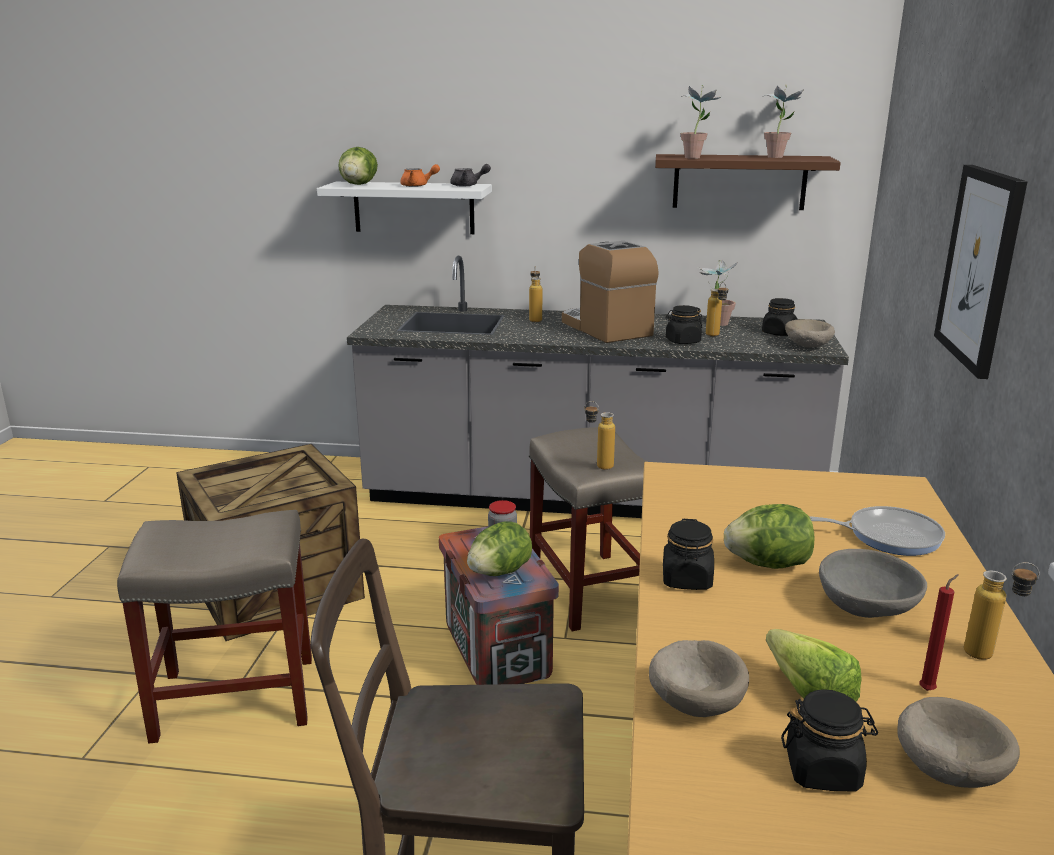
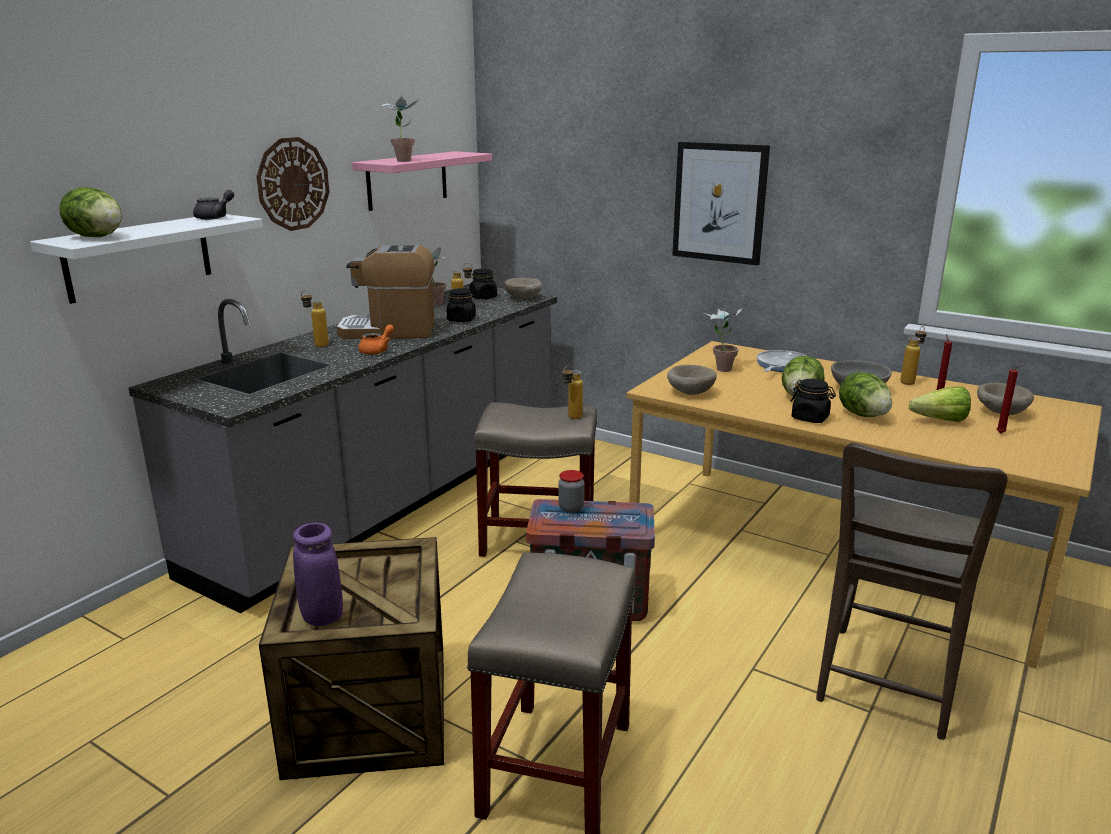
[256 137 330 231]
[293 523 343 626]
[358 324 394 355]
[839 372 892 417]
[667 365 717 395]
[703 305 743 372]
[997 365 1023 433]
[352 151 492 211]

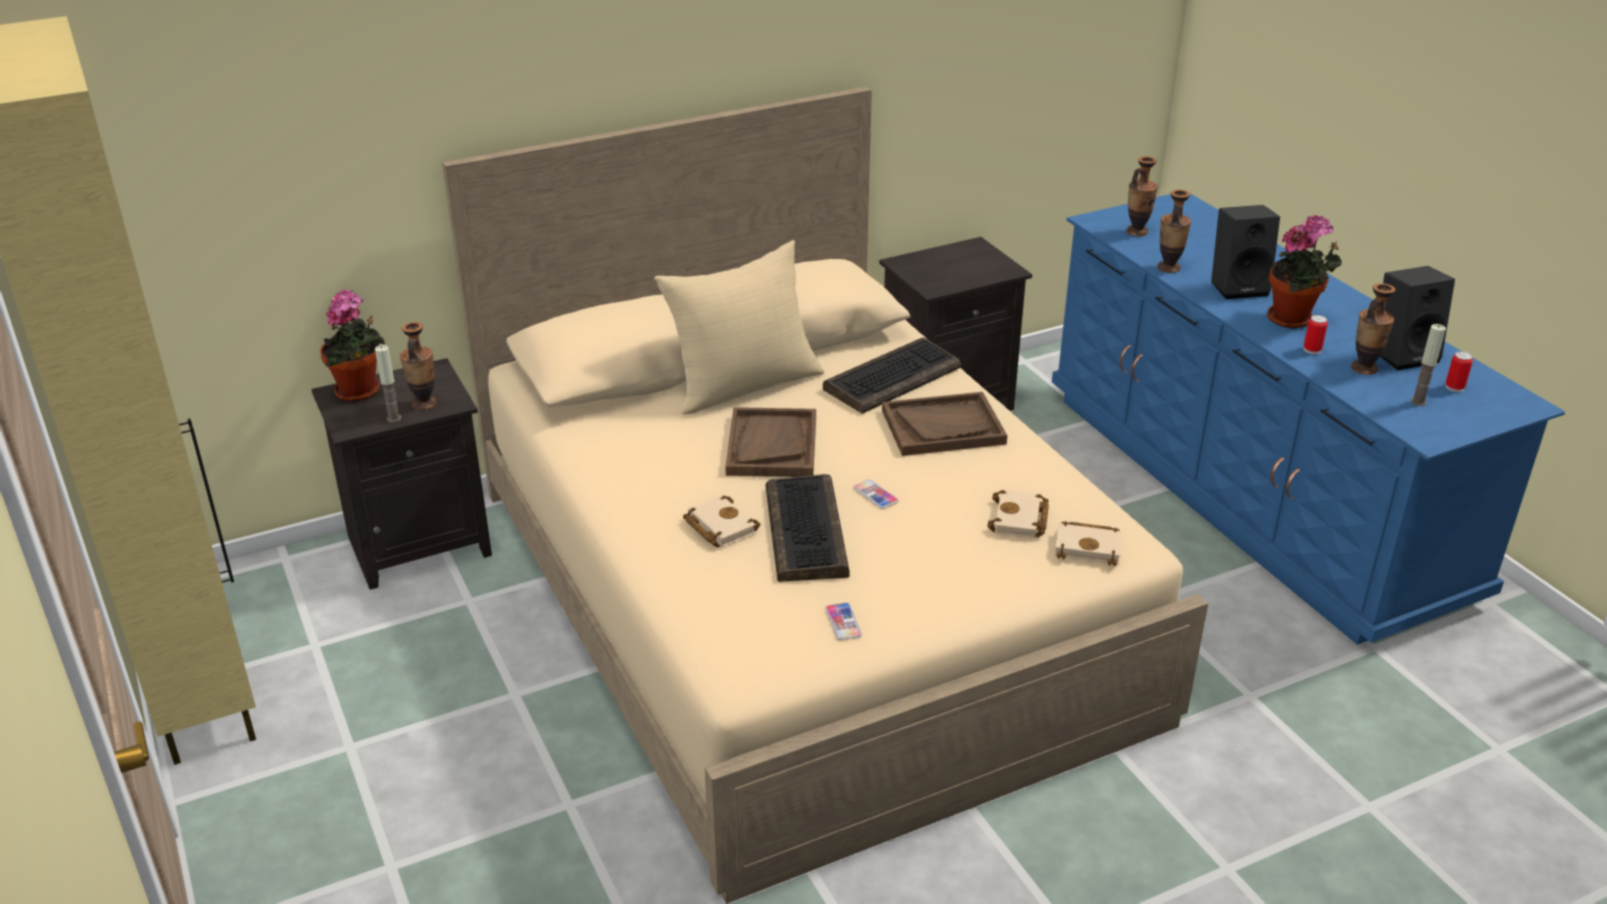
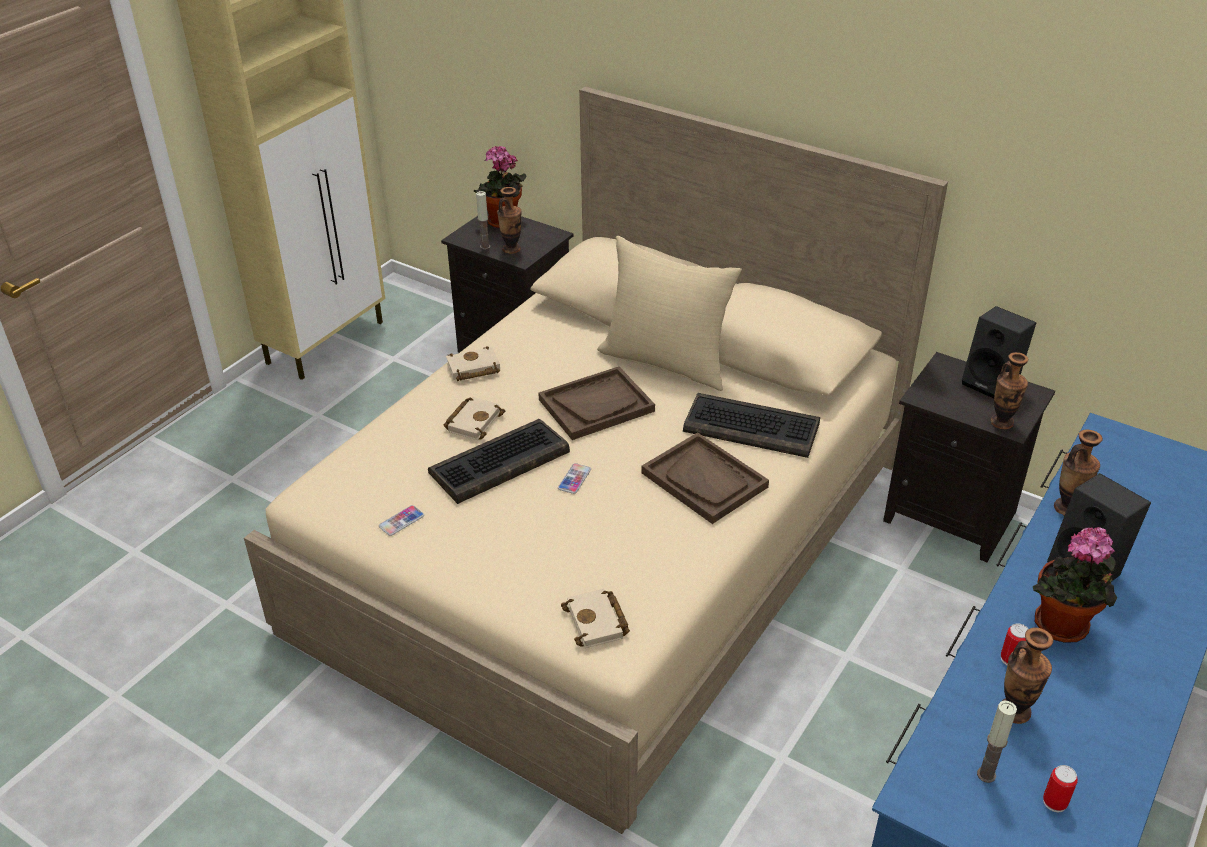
[446 346 500 381]
[990 352 1029 429]
[962 306 1036 398]

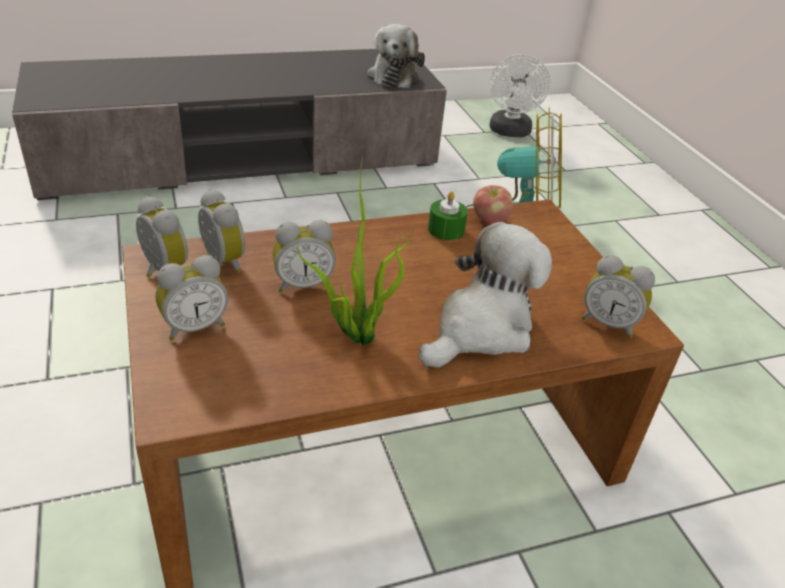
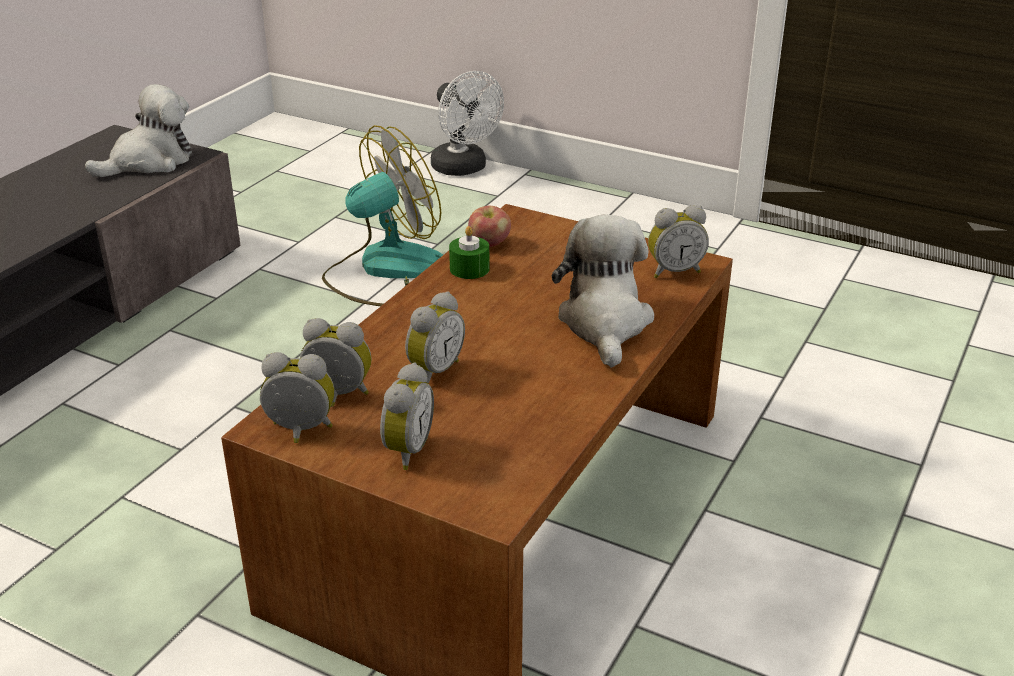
[297 156 414 345] (first image)
[431 71 504 176]
[85 84 192 177]

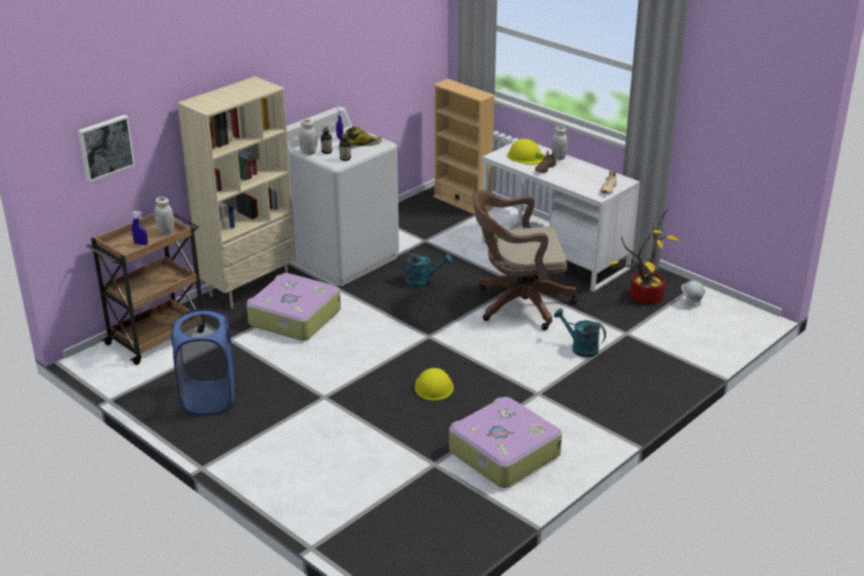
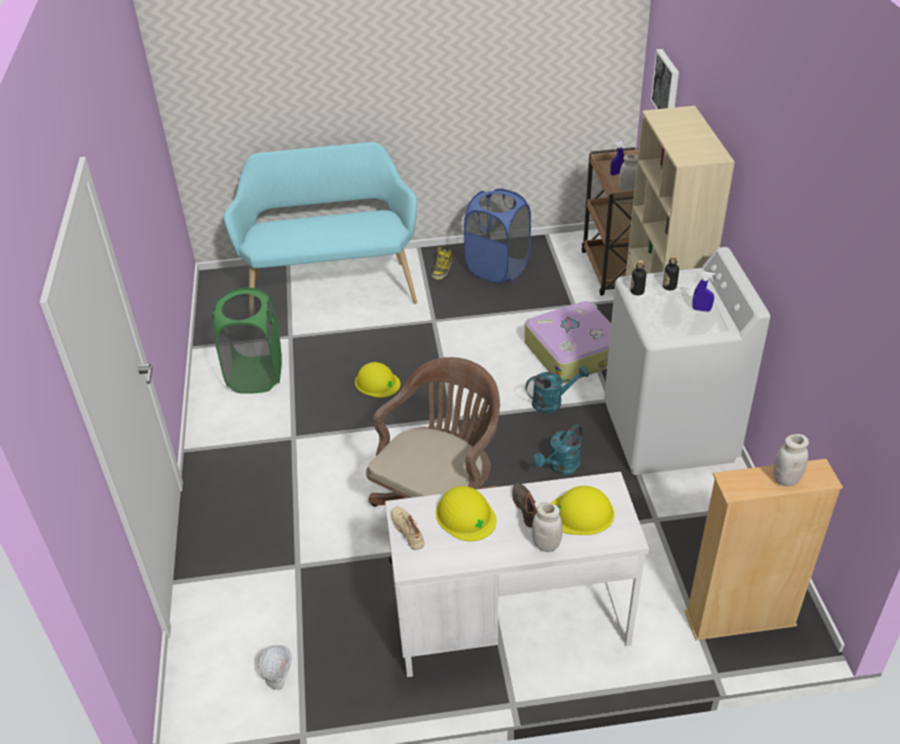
[608 210 681 304] (first image)
[224 142 417 304]
[435 486 497 541]
[773 434 809 486]
[432 246 452 280]
[526 366 589 413]
[212 288 282 394]

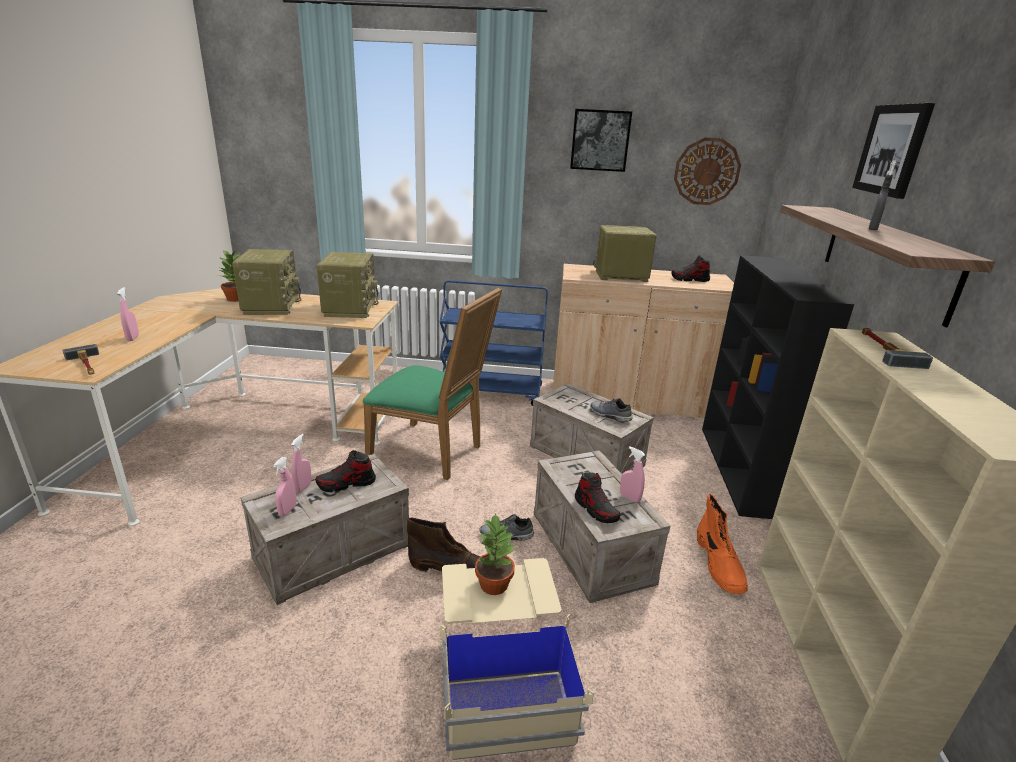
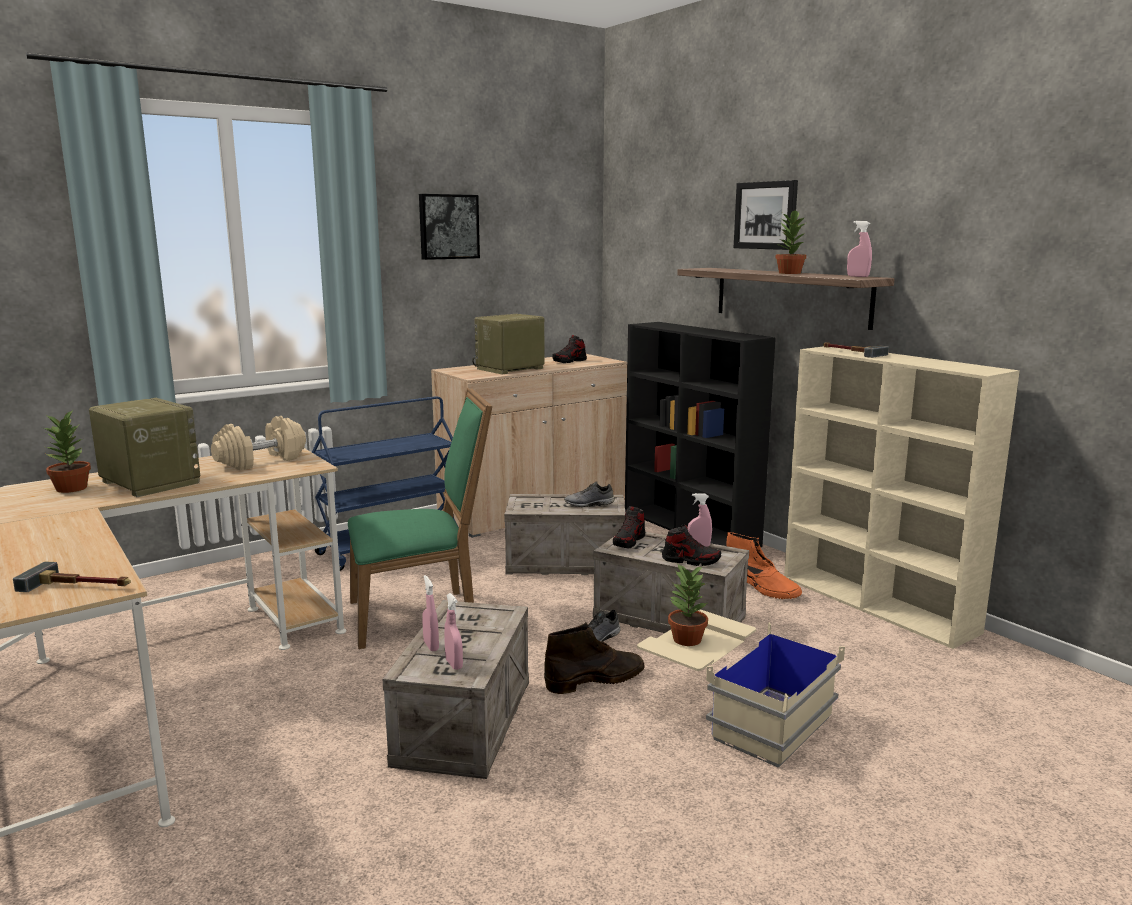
[674 138 741 205] (first image)
[847 221 872 277]
[613 506 645 548]
[211 416 306 470]
[775 210 807 274]

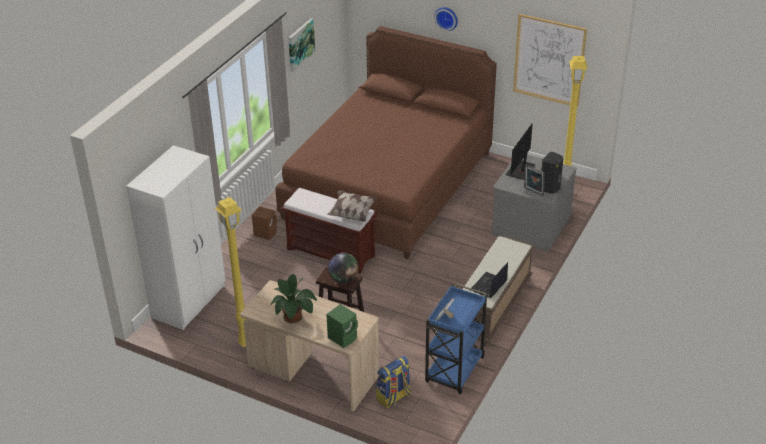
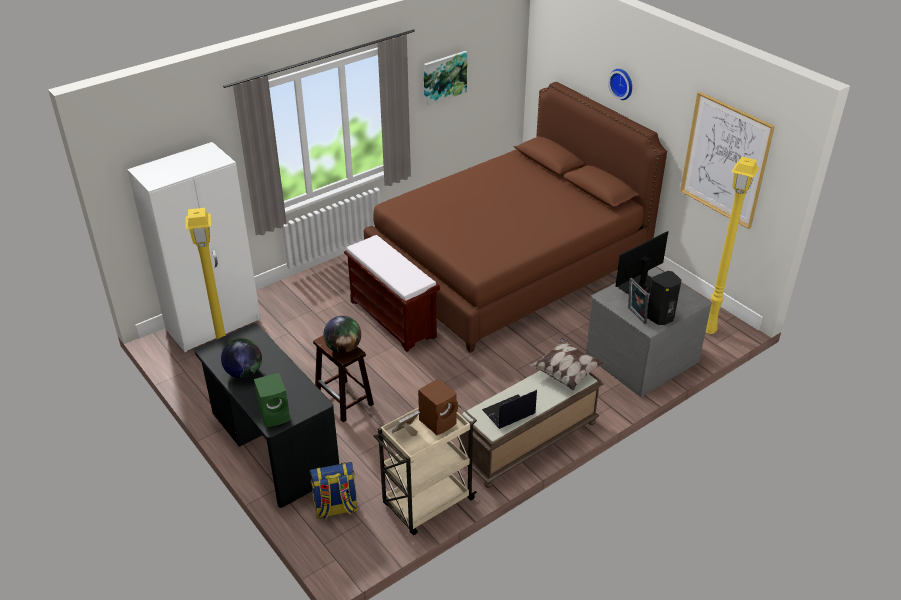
[418 379 458 435]
[529 338 605 391]
[221 338 262 378]
[194 323 339 508]
[373 403 477 535]

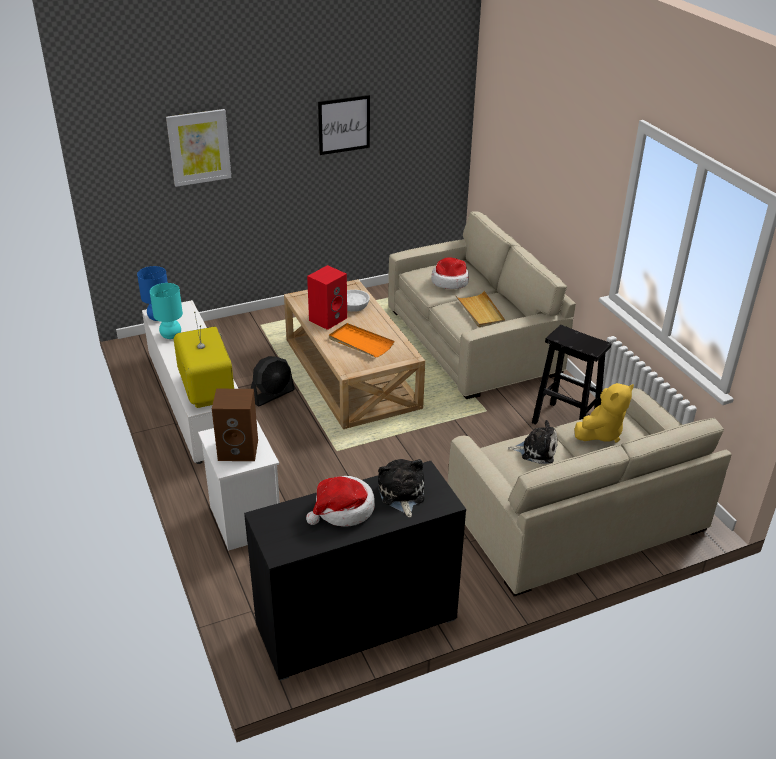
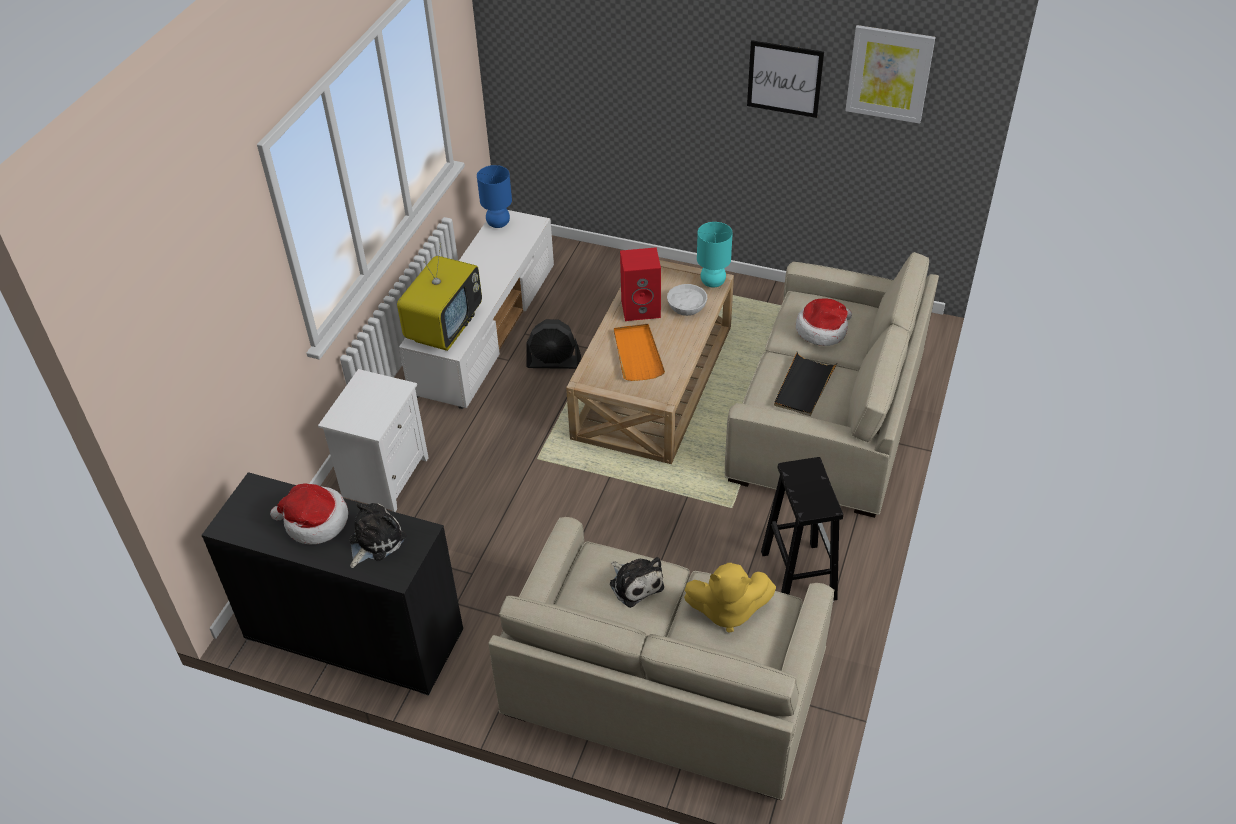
[212 389 258 461] (first image)
[697 222 733 288]
[845 25 935 124]
[774 352 837 416]

